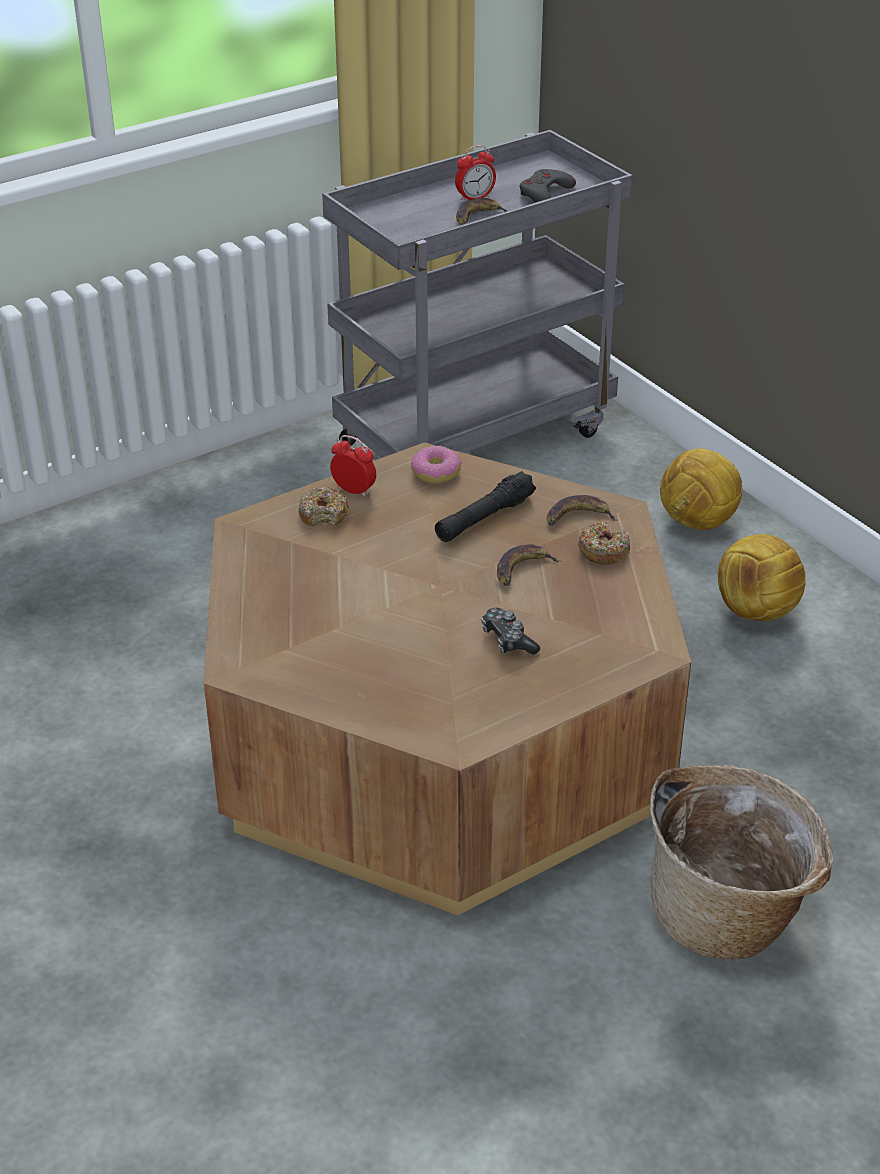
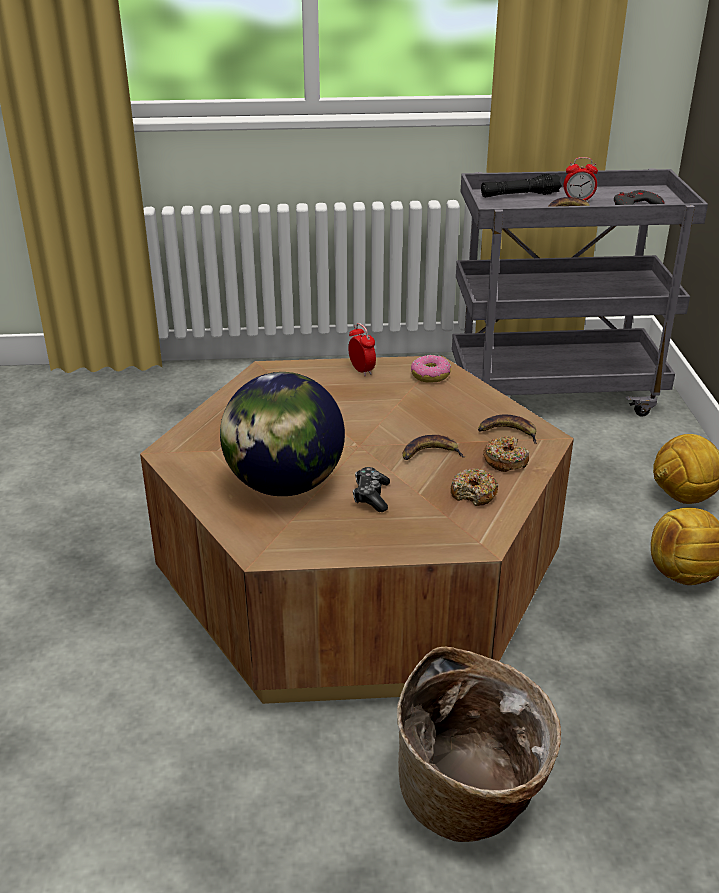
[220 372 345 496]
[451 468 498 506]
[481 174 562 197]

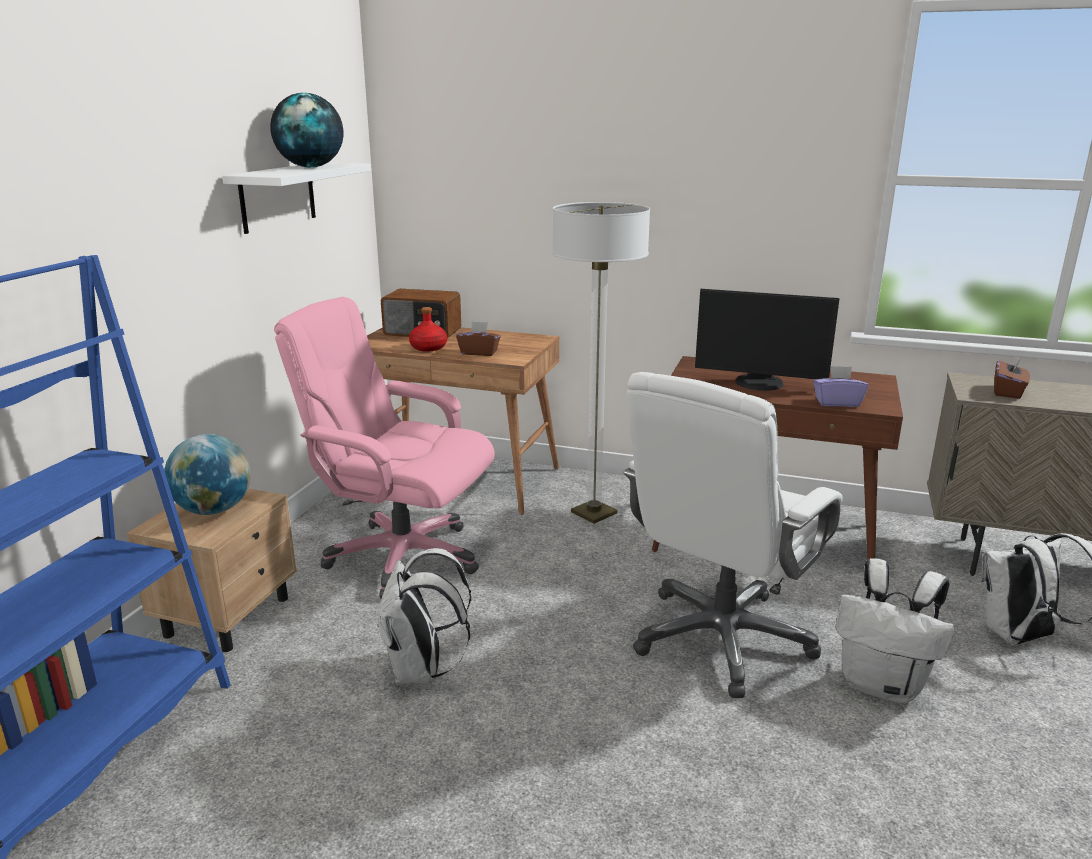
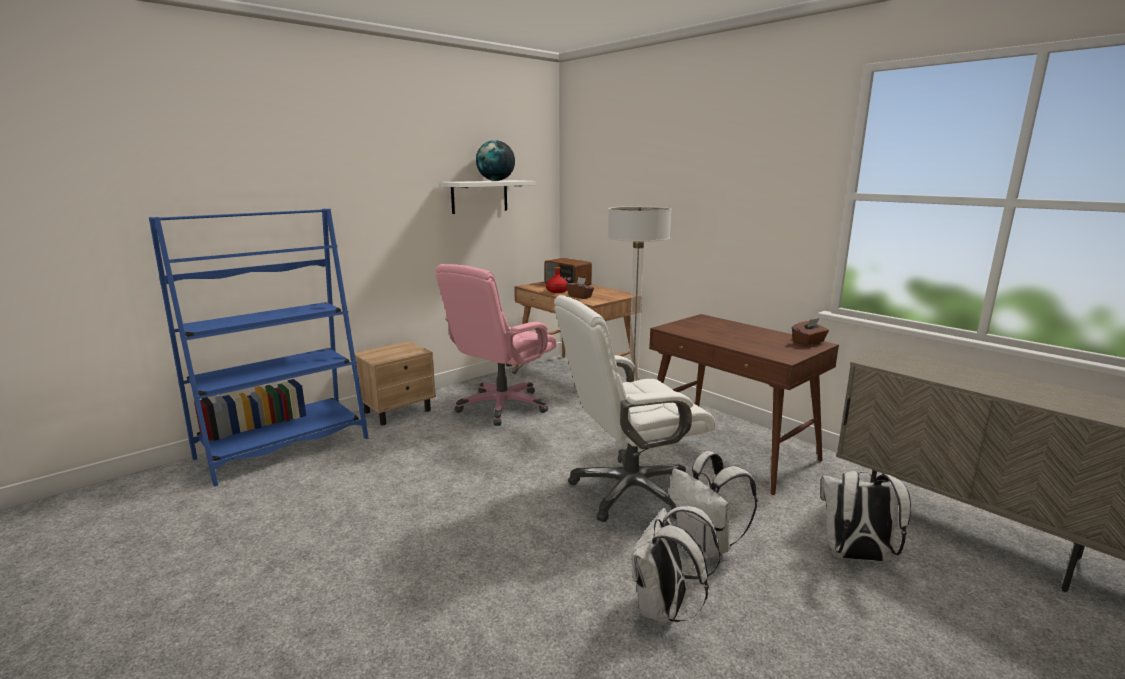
[164 434 251 515] (first image)
[695 289 839 391] (first image)
[813 366 869 407] (first image)
[632 506 721 625]
[792 318 829 346]
[436 264 557 426]

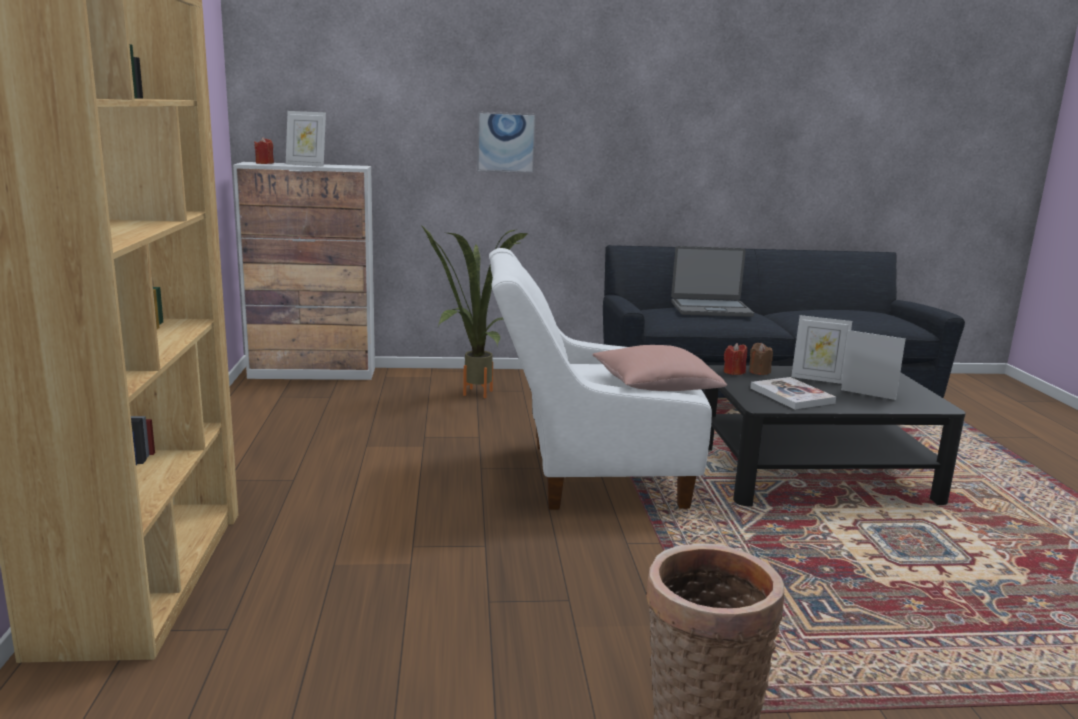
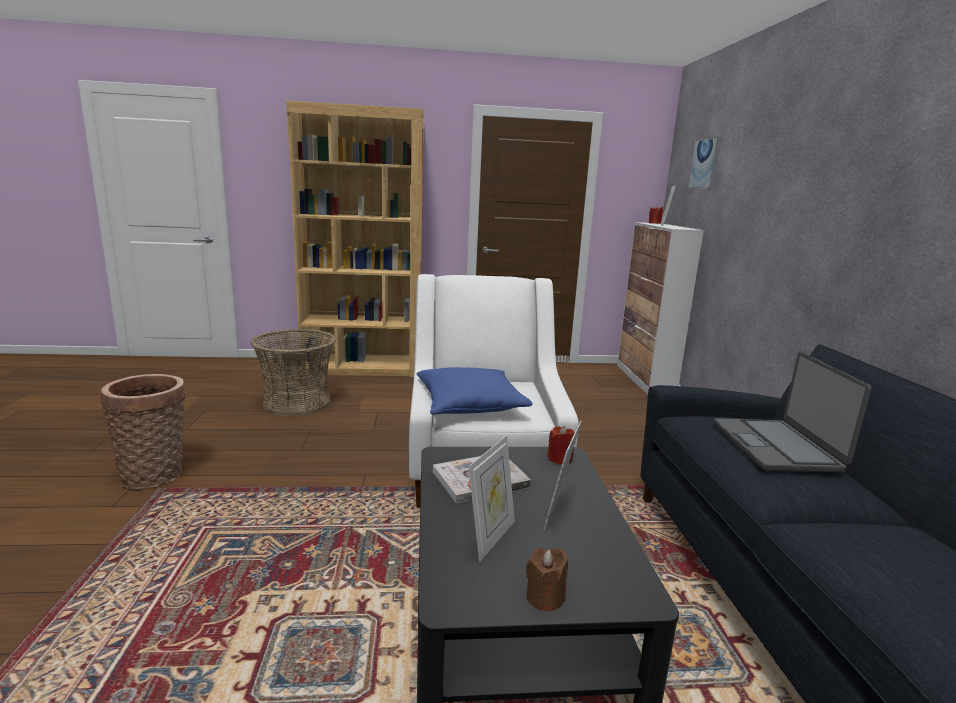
[421 225 527 398] (first image)
[250 329 336 417]
[688 136 722 190]
[526 548 568 611]
[416 367 533 414]

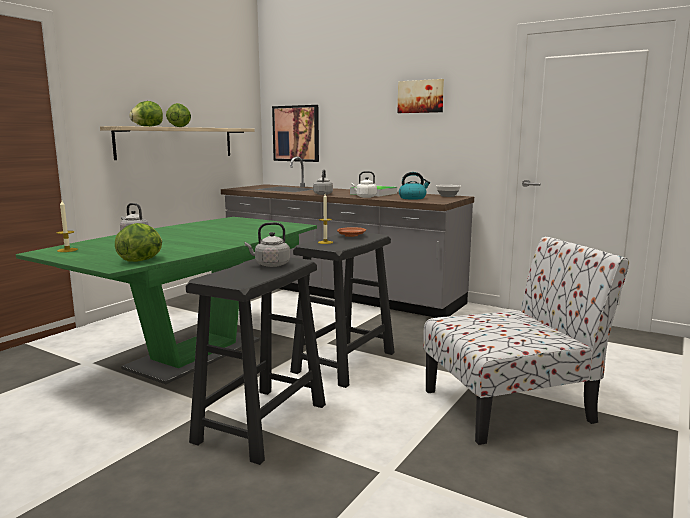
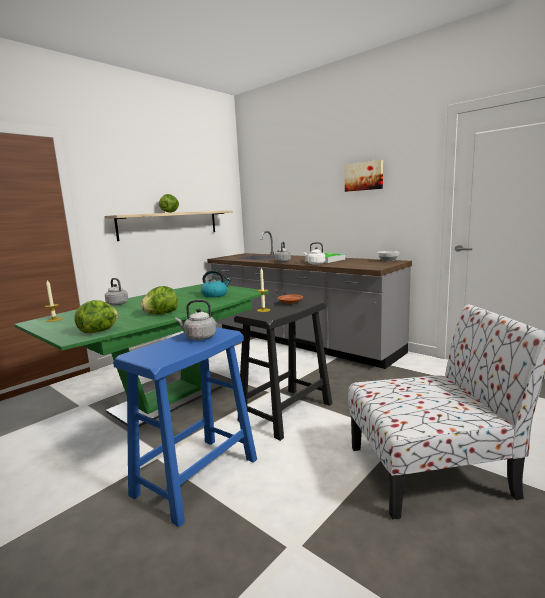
[272 105 319 162] (first image)
[141 286 178 315]
[201 270 231 298]
[113 327 257 527]

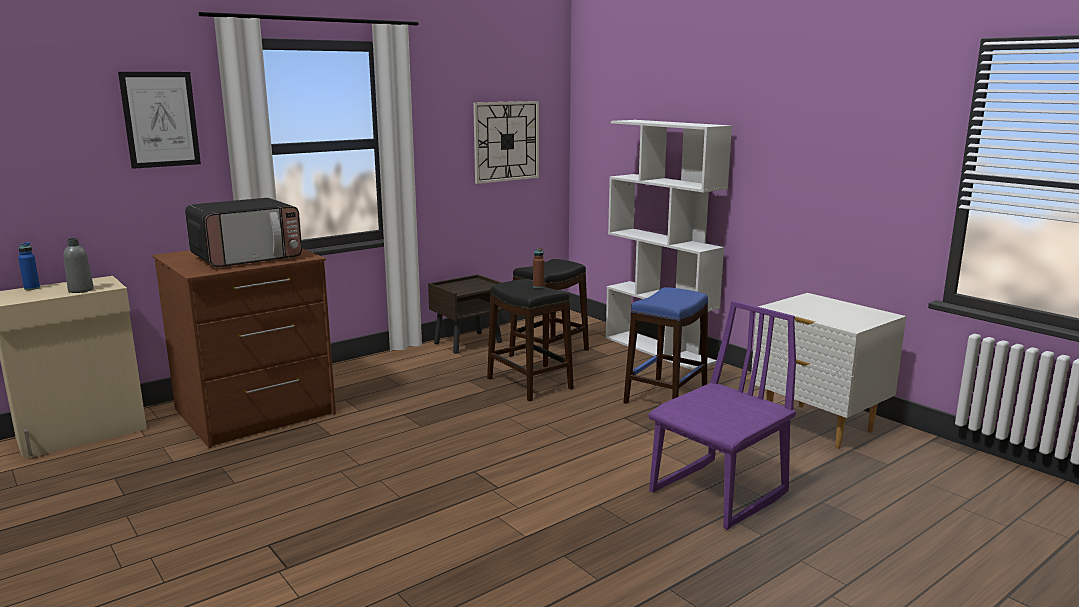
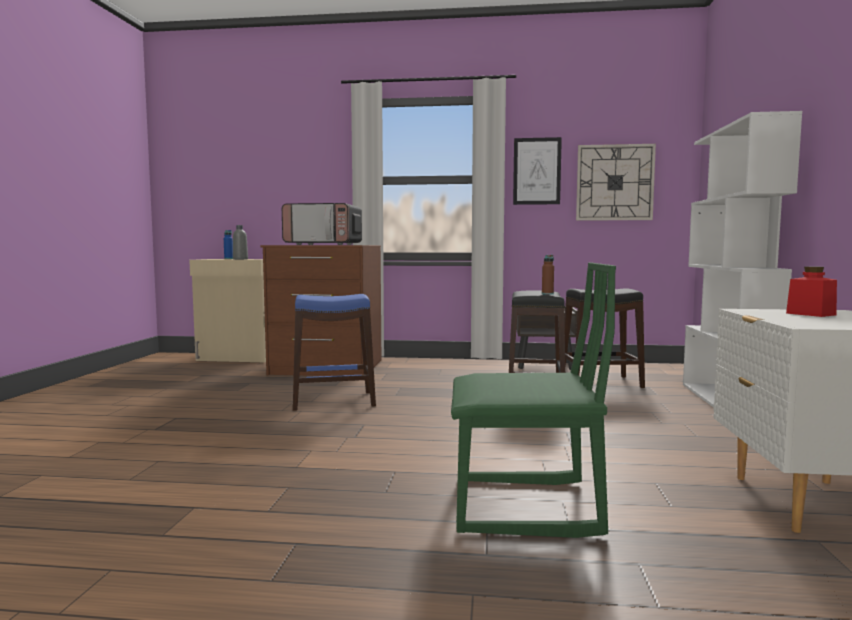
[786 266 837 317]
[513 137 562 205]
[293 294 376 411]
[451 262 616 538]

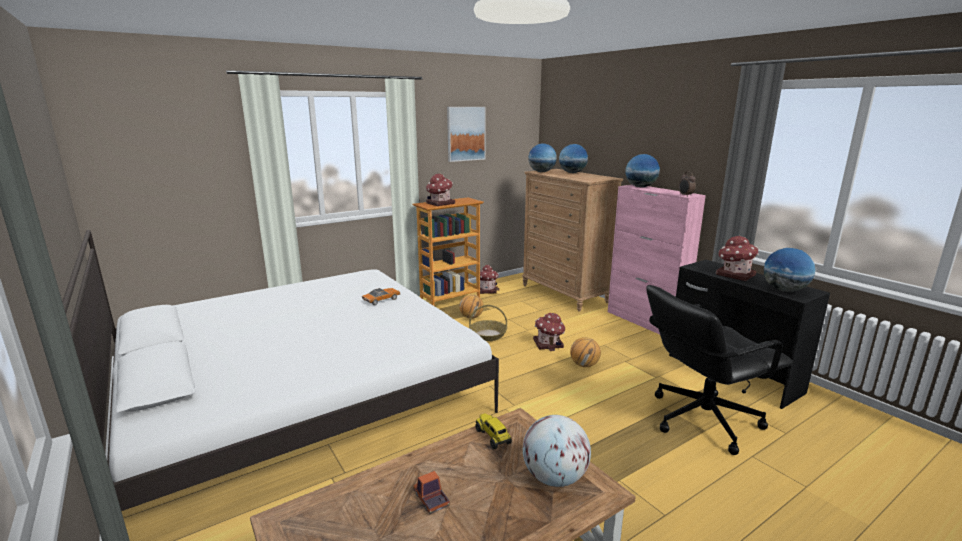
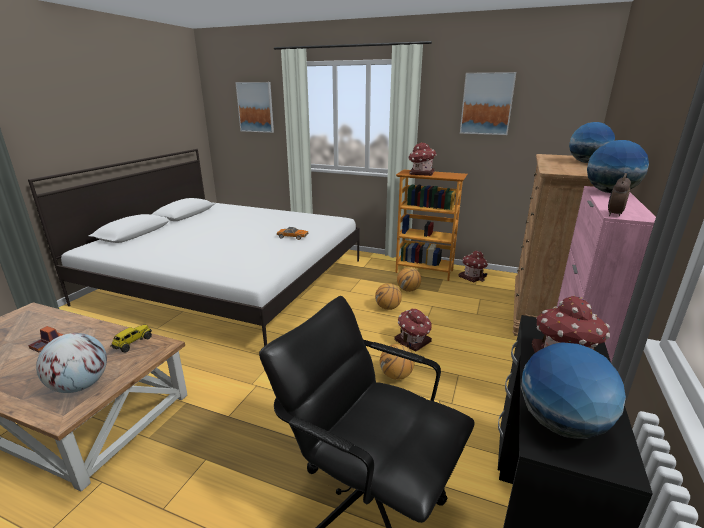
[528 144 557 172] (first image)
[235 82 274 133]
[375 283 402 310]

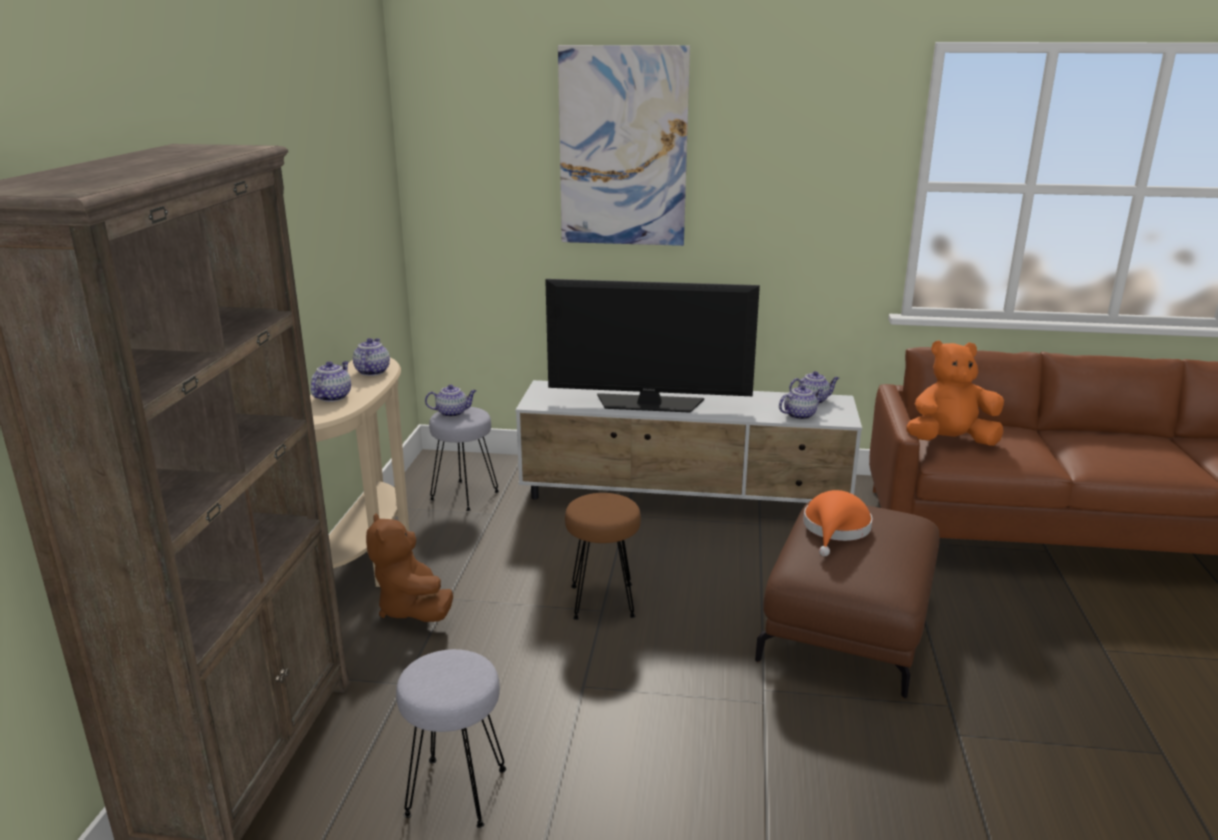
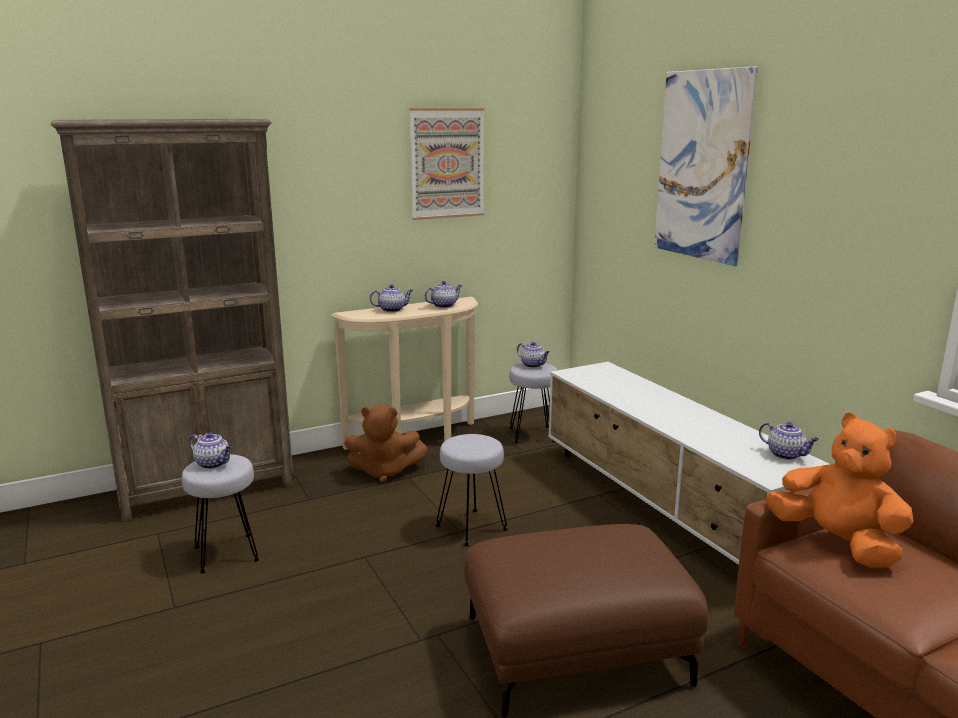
[545 279 760 413] (first image)
[803 490 873 556] (first image)
[409 108 484 220]
[189 432 233 469]
[436 434 508 546]
[344 404 428 482]

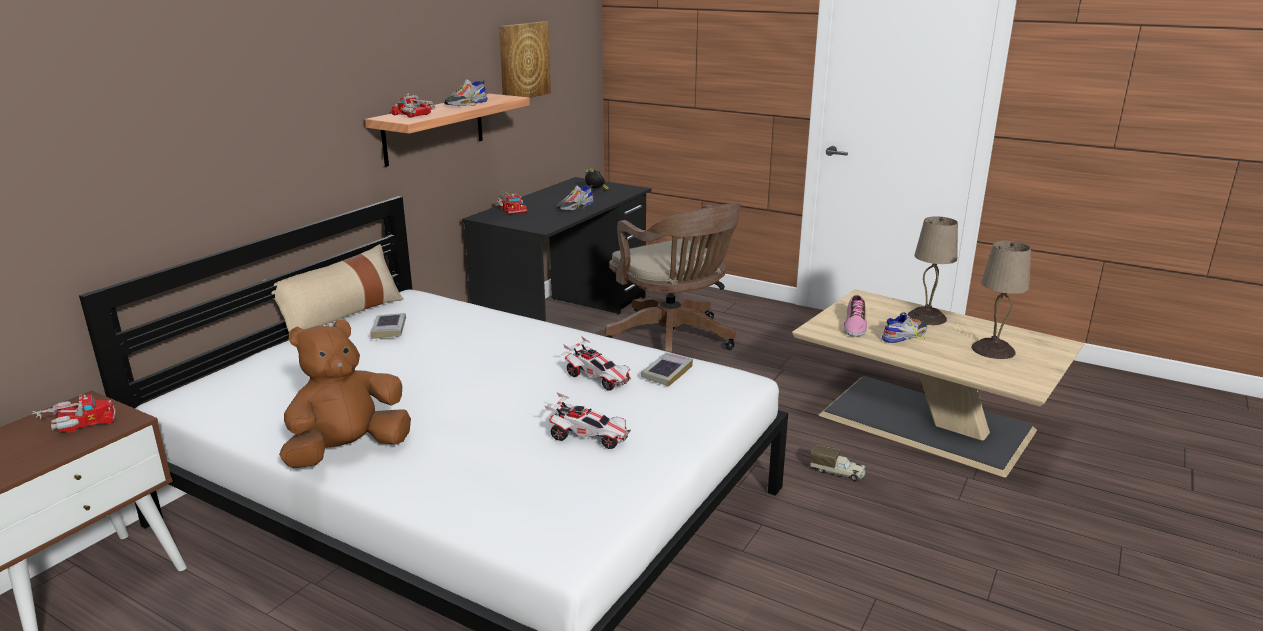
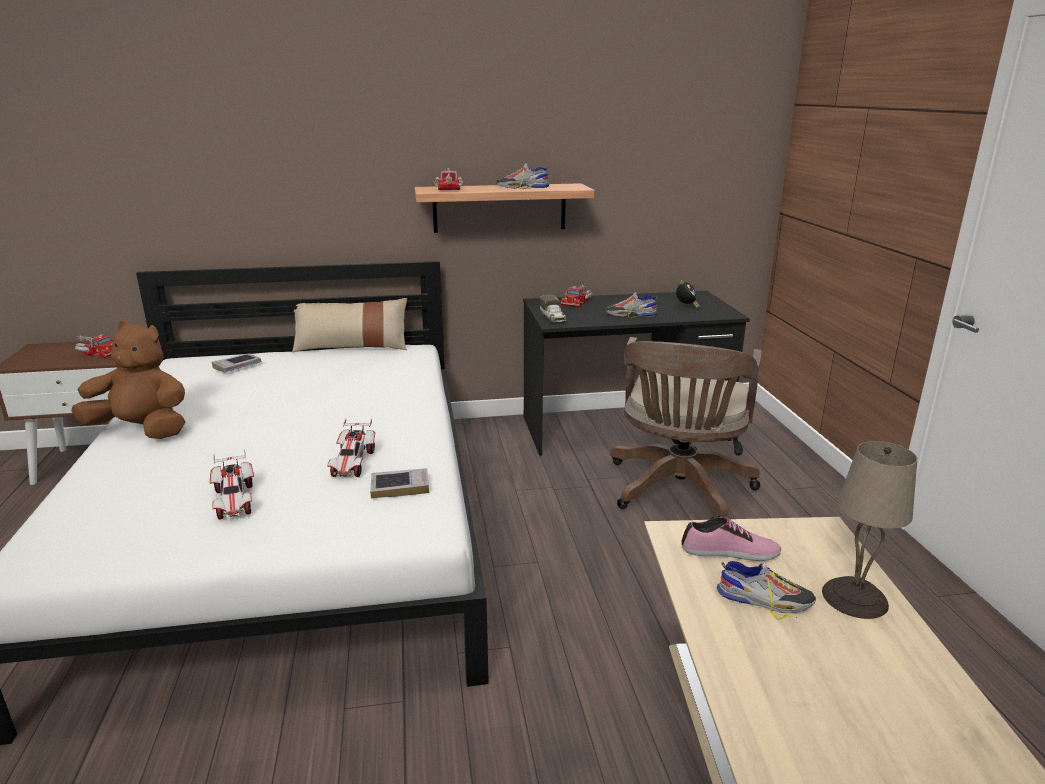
[499 21 551 98] (first image)
[971 241 1031 359] (first image)
[212 353 261 373]
[540 295 567 324]
[681 517 781 561]

